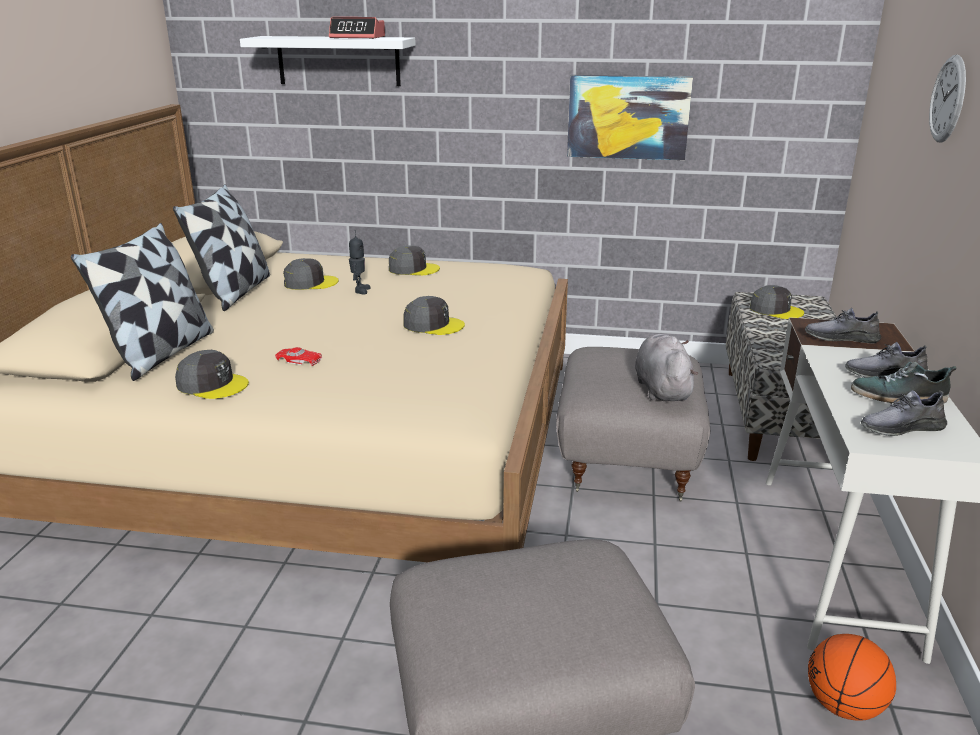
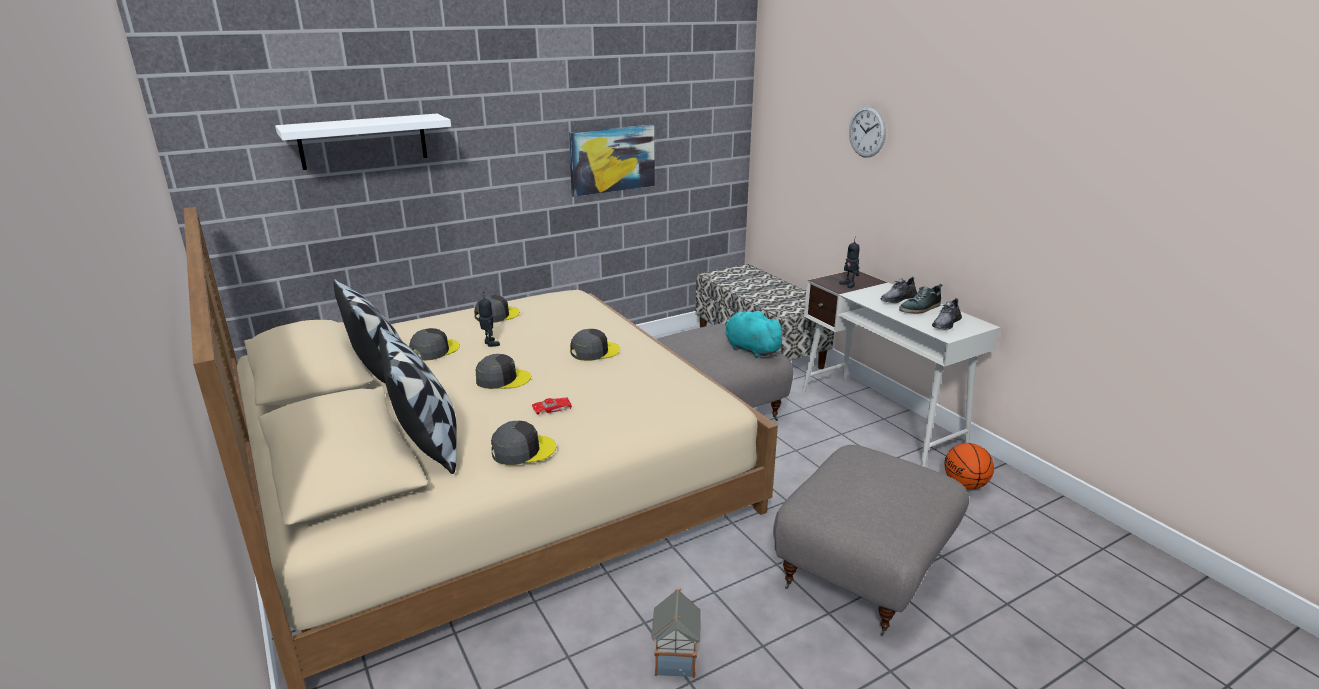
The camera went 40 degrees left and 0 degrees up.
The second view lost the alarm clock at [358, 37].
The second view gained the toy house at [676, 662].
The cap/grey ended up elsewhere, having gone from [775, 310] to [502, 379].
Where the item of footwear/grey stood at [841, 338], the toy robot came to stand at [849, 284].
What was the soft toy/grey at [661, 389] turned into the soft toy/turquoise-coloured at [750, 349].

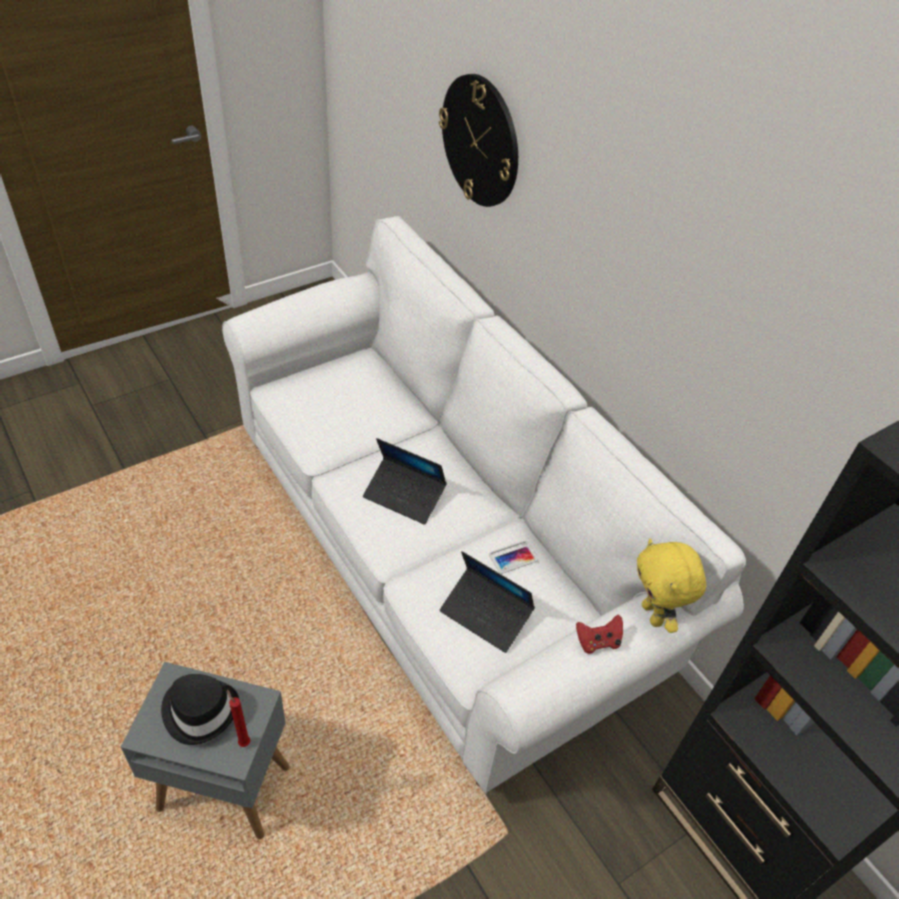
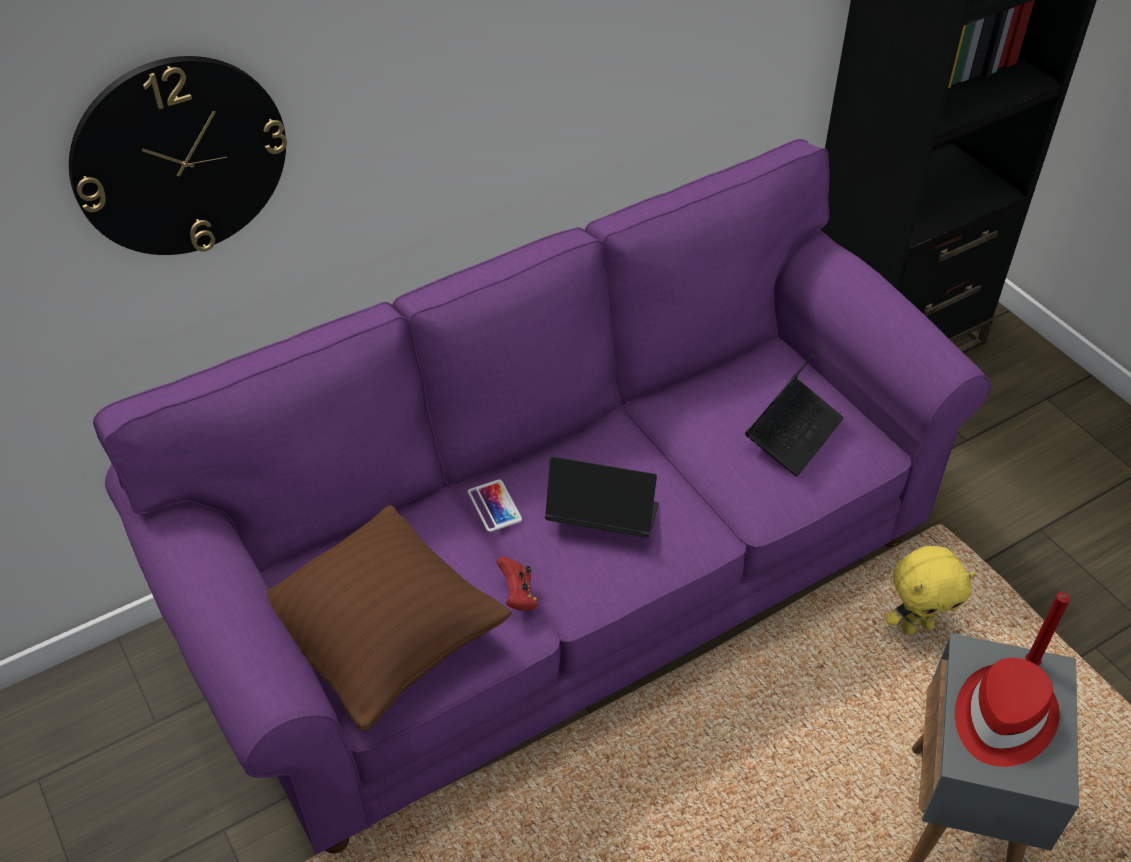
The camera went 85 degrees left and 0 degrees up.
The second view gained the cushion/brown at [383, 641].
The telephone ended up elsewhere, having gone from [513, 557] to [494, 506].
The gamepad/red-coloured ended up elsewhere, having gone from [598, 641] to [518, 595].
The soft toy/yellowish ended up elsewhere, having gone from [653, 615] to [916, 626].
What was the clothing hat/black at [200, 710] turned into the clothing hat/red-coloured at [1002, 718].
What was the settee/white at [440, 554] turned into the settee/purple at [565, 582].
The laptop at [404, 496] ended up facing another way, 105 degrees counterclockwise from before.

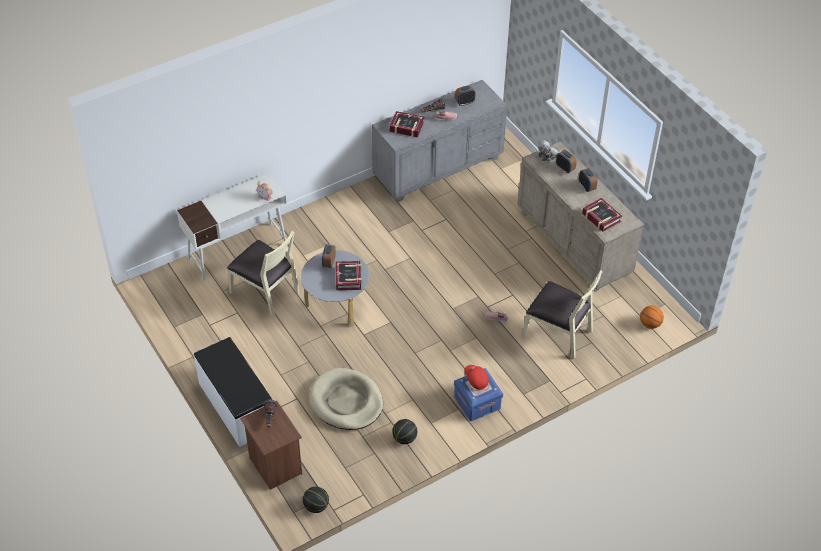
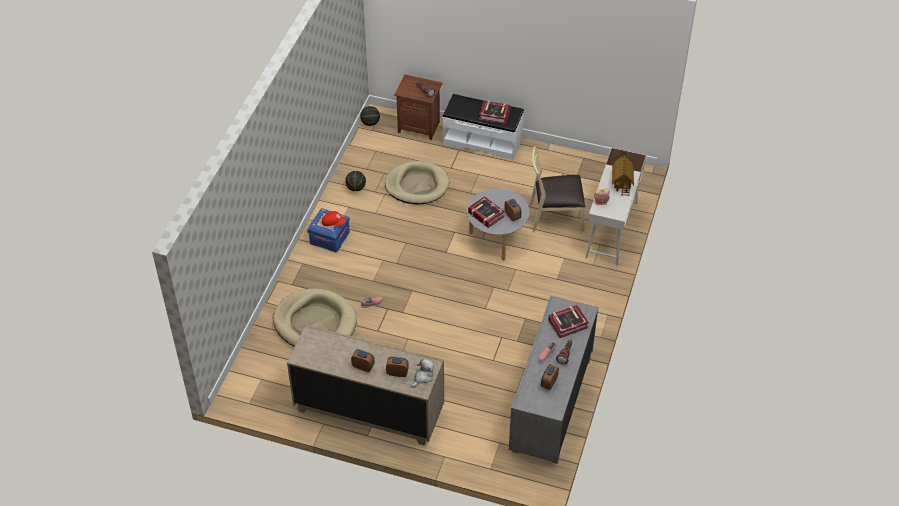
The camera went 140 degrees right and 0 degrees up.
The second view lost the basketball at [650, 324].
The second view gained the toy house at [622, 183].
The book ended up elsewhere, having gone from [601, 218] to [494, 115].
Where the plain chair/beige-coloured stood at [558, 333], the dog bed/beige-coloured came to stand at [315, 323].

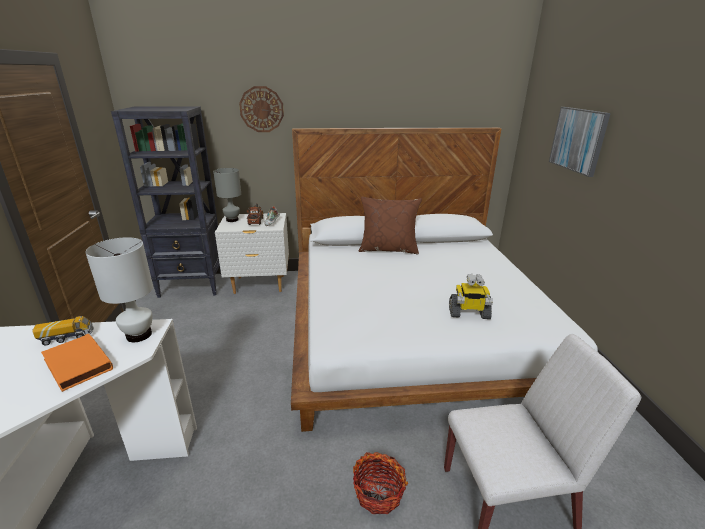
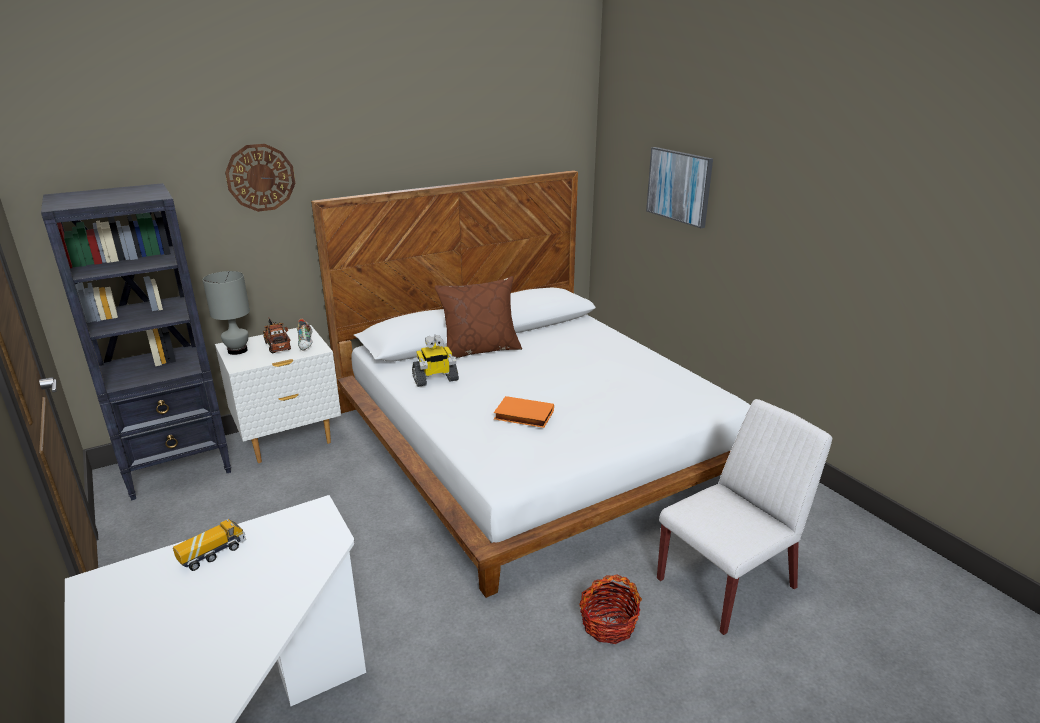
The camera went 25 degrees left and 0 degrees up.
The second view lost the table lamp/white at [139, 335].
The book/orange ended up elsewhere, having gone from [76, 365] to [523, 416].
The toy robot ended up elsewhere, having gone from [468, 313] to [435, 379].

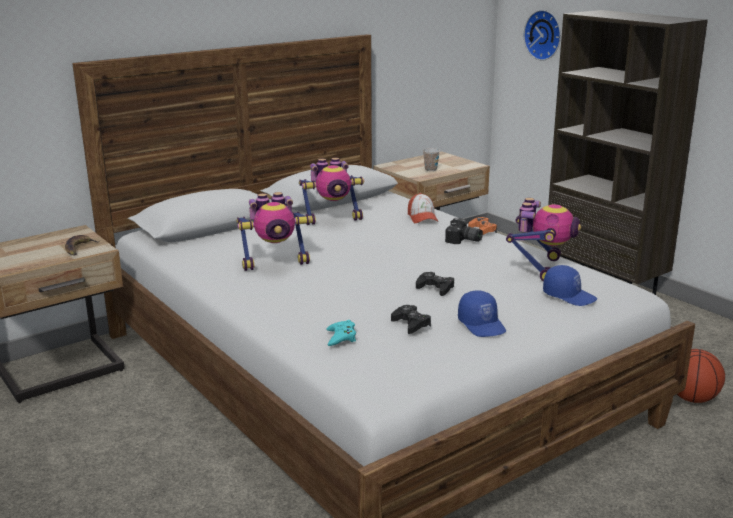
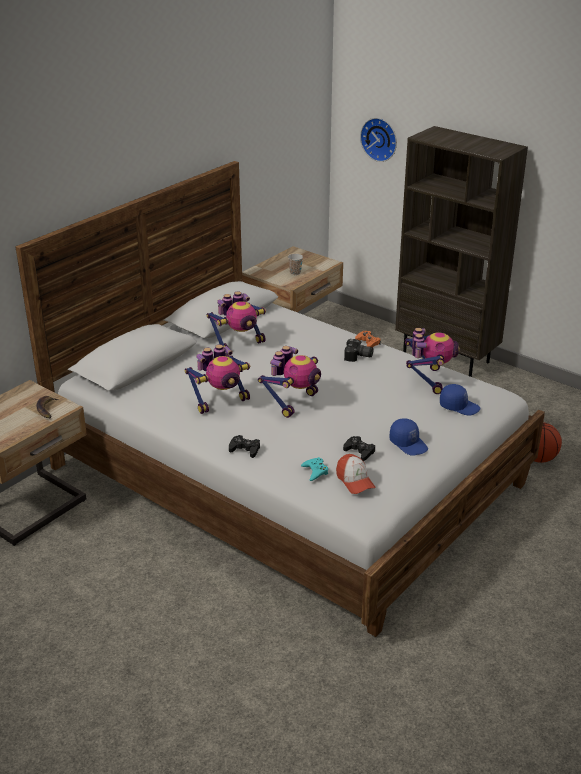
The camera went 15 degrees left and 10 degrees up.
The second view gained the toy robot at [293, 402].
The cap ended up elsewhere, having gone from [422, 218] to [355, 481].
The gamepad/black ended up elsewhere, having gone from [435, 288] to [245, 449].

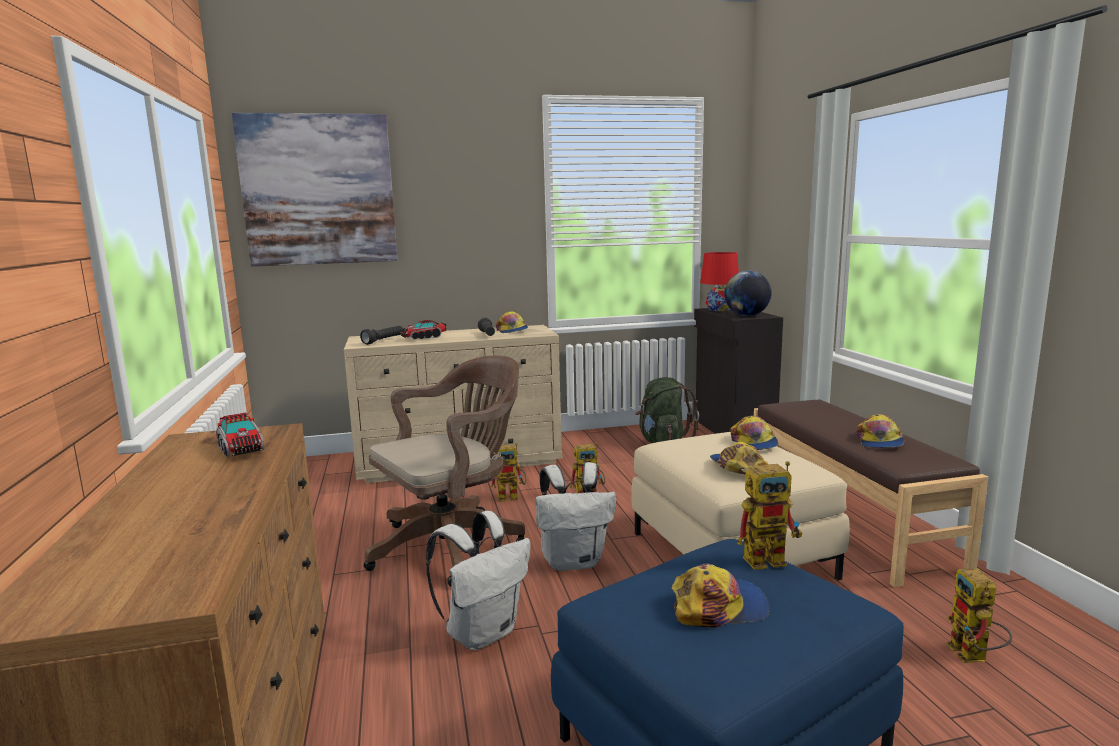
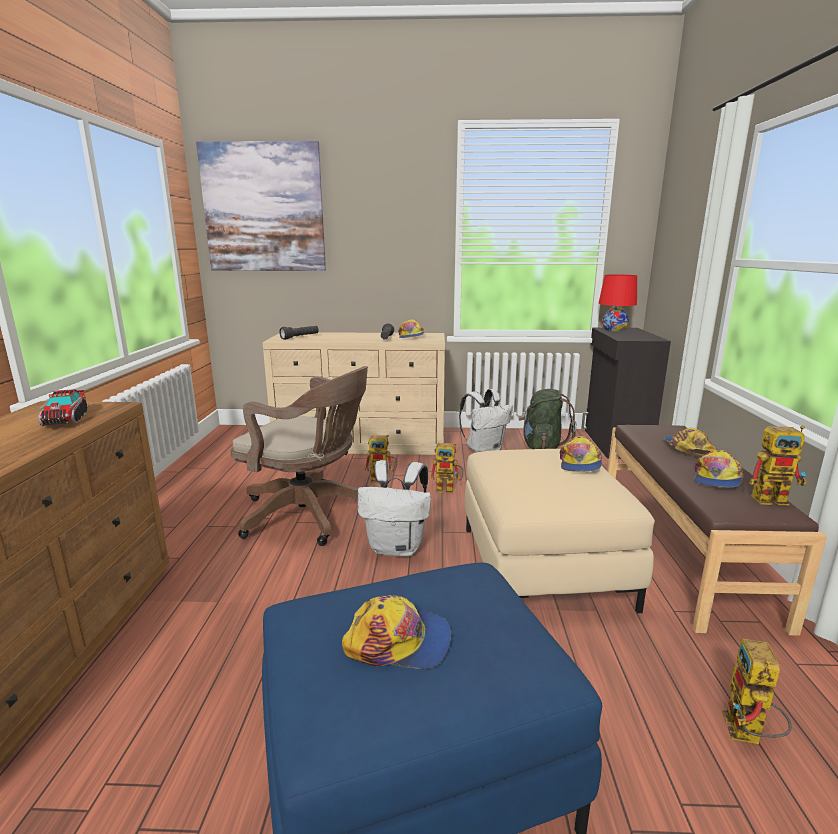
The camera went 15 degrees right and 5 degrees up.
The second view lost the toy truck at [423, 338].
The second view lost the world globe at [746, 315].
The rucksack/white ended up elsewhere, having gone from [483, 632] to [484, 450].
The cap ended up elsewhere, having gone from [737, 468] to [687, 449].
The toy robot ended up elsewhere, having gone from [771, 558] to [775, 499].
The desk chair/brown at [453, 545] ended up facing another way, 45 degrees clockwise from before.

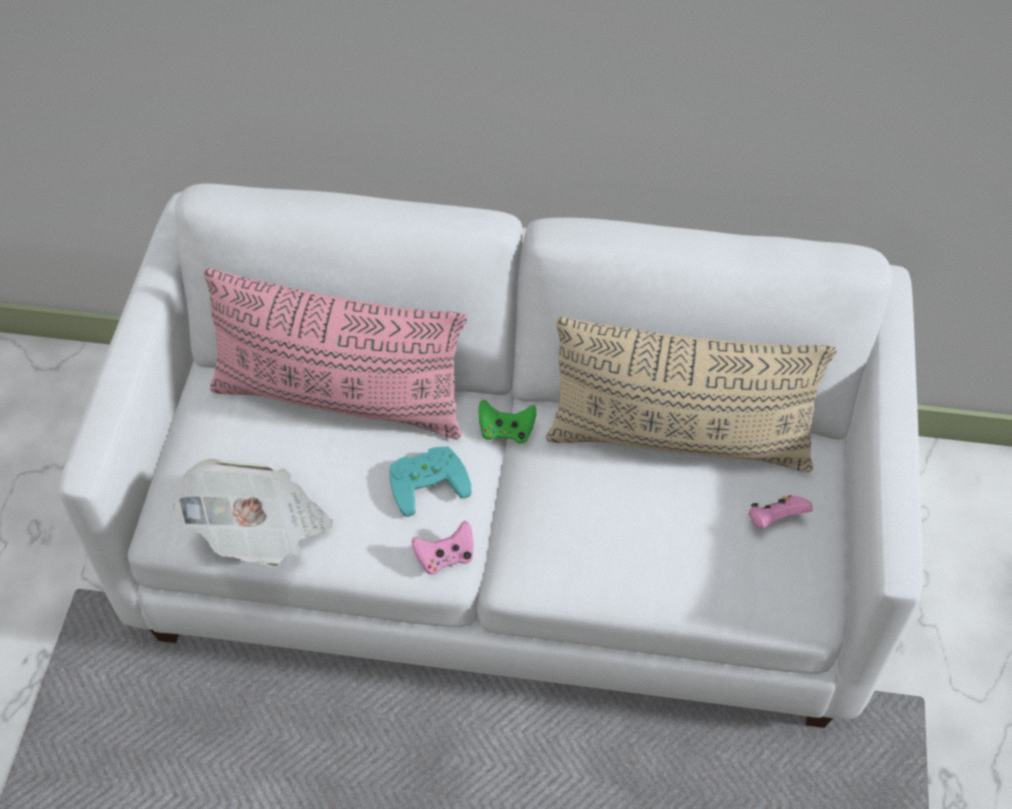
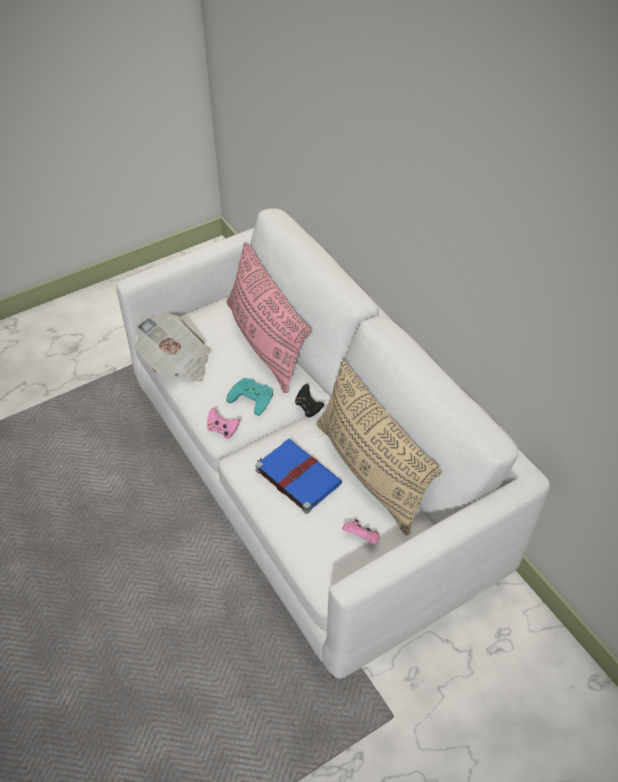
The camera went 50 degrees right and 5 degrees down.
The second view gained the book/blue at [296, 476].
What was the gamepad/green at [506, 431] turned into the gamepad/black at [308, 408].

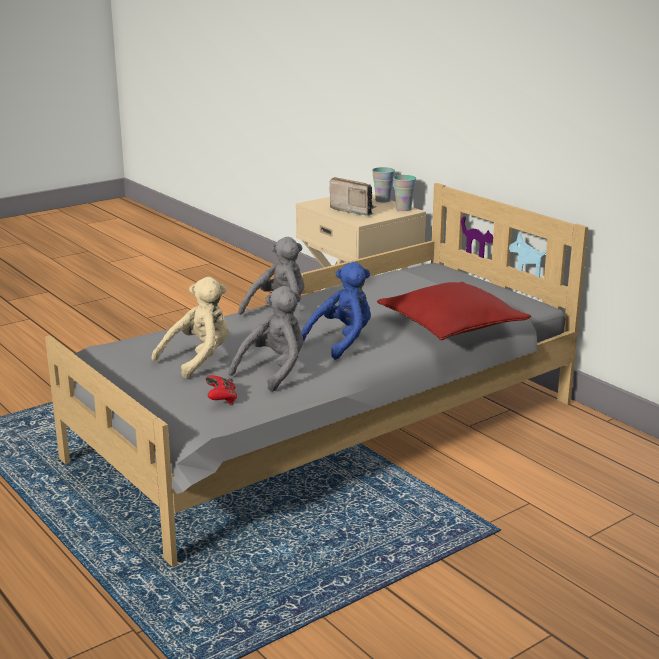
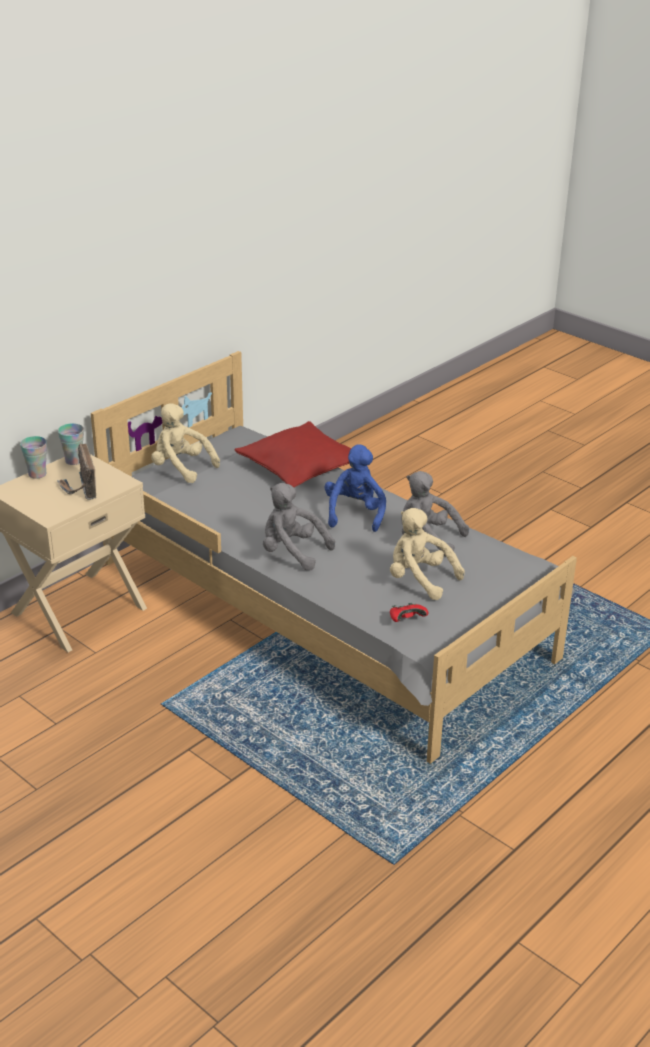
The camera went 100 degrees left and 10 degrees up.
The second view gained the soft toy/beige-coloured at [181, 468].
The gamepad/red-coloured ended up elsewhere, having gone from [221, 399] to [406, 620].
The soft toy/blue at [342, 342] ended up facing another way, 60 degrees clockwise from before.
The radio at [353, 210] ended up facing another way, 45 degrees counterclockwise from before.

